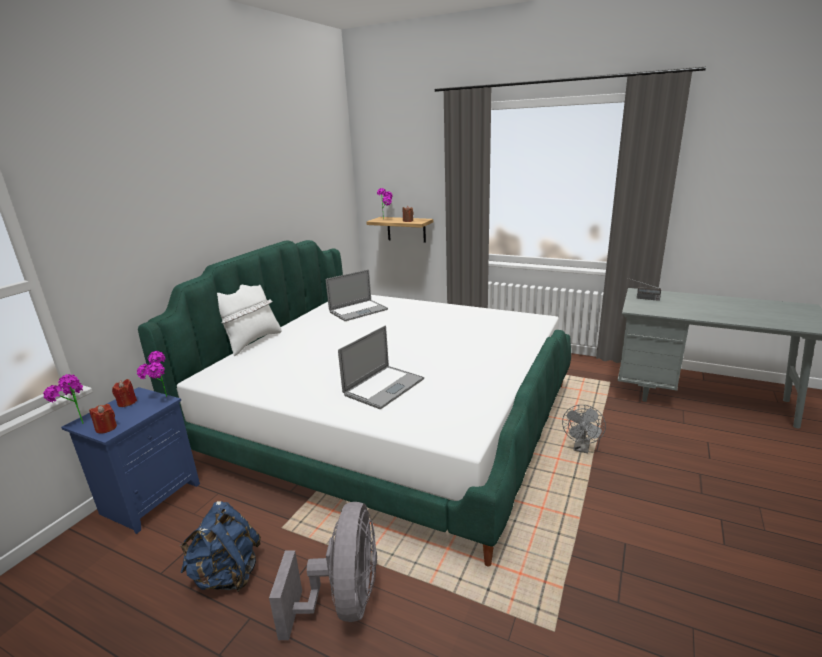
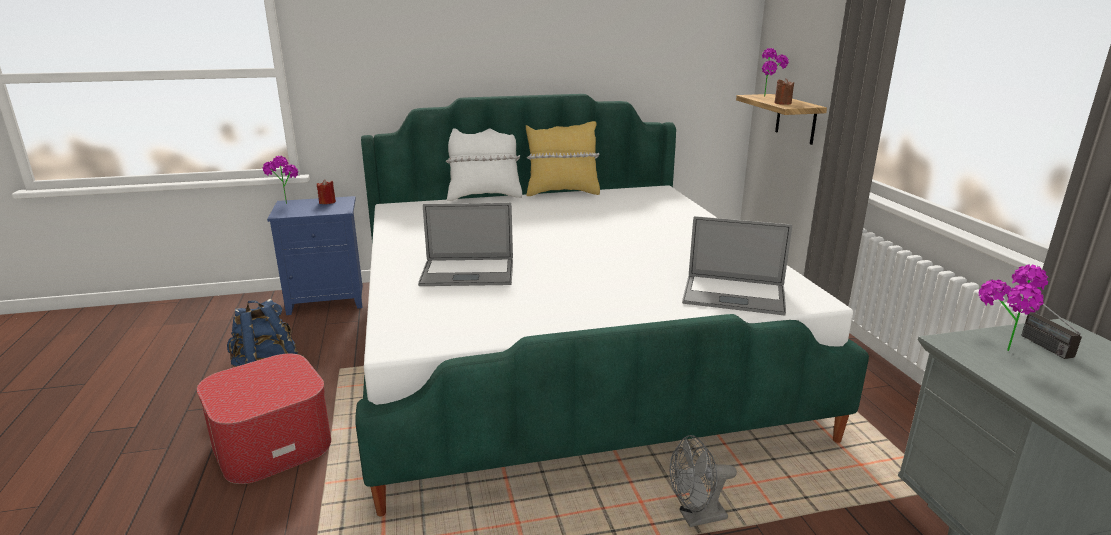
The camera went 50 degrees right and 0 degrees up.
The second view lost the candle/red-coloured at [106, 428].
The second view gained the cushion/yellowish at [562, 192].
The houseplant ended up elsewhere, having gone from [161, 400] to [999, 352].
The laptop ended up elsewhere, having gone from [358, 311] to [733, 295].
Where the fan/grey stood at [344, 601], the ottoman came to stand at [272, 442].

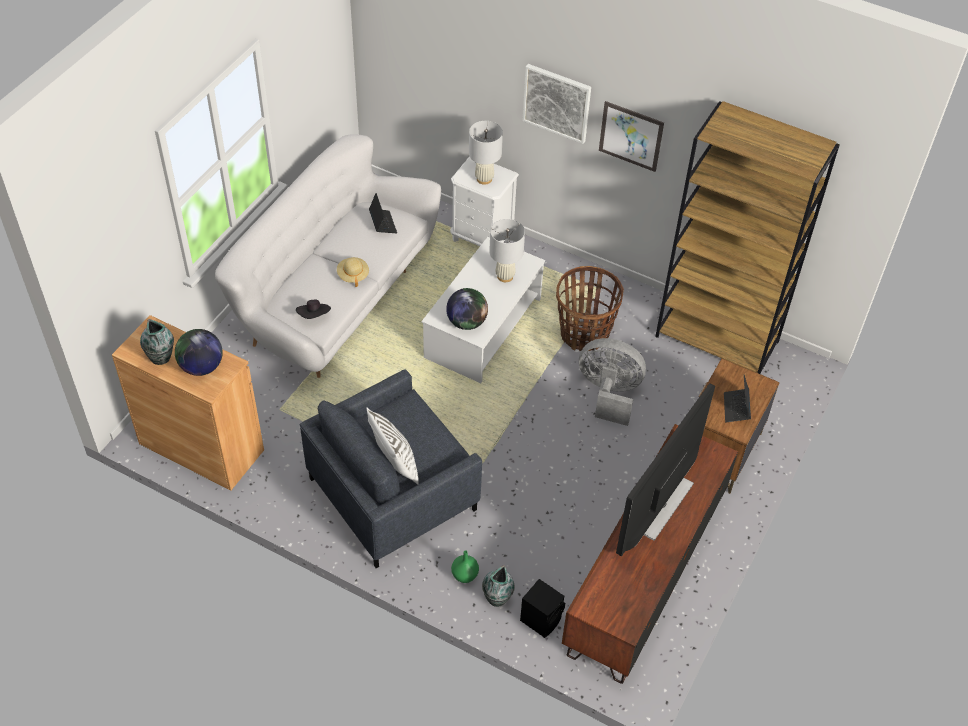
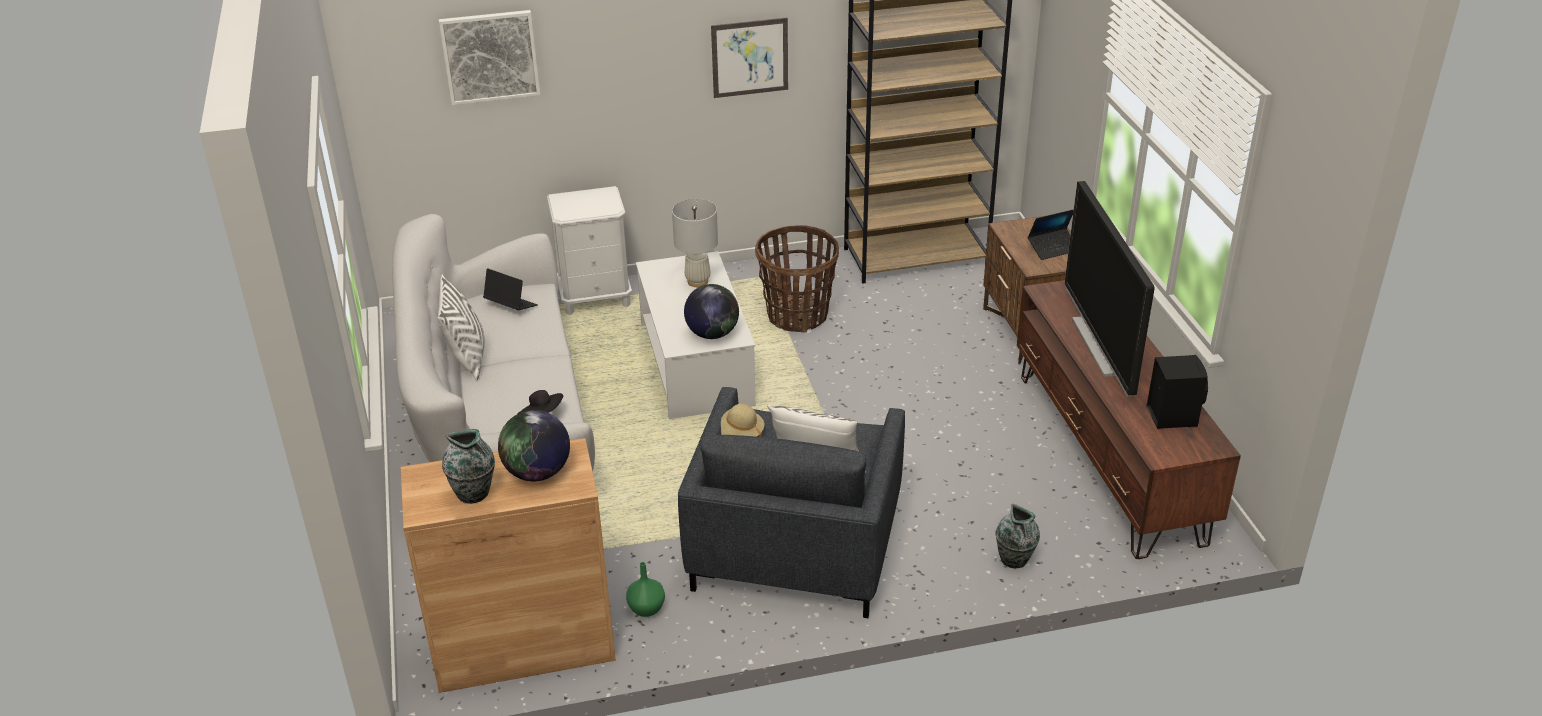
The camera went 40 degrees left and 15 degrees down.
The second view lost the table lamp/white at [484, 179].
The second view lost the fan/grey at [609, 393].
The second view gained the cushion/white at [467, 358].
The clothing hat/beige-coloured ended up elsewhere, having gone from [353, 275] to [739, 434].
The flower vase/green ended up elsewhere, having gone from [465, 575] to [646, 608].
The loudspeaker/black ended up elsewhere, having gone from [542, 619] to [1172, 415].
The wall picture ended up elsewhere, having gone from [557, 102] to [490, 56].
The laptop at [736, 408] ended up facing another way, 75 degrees counterclockwise from before.

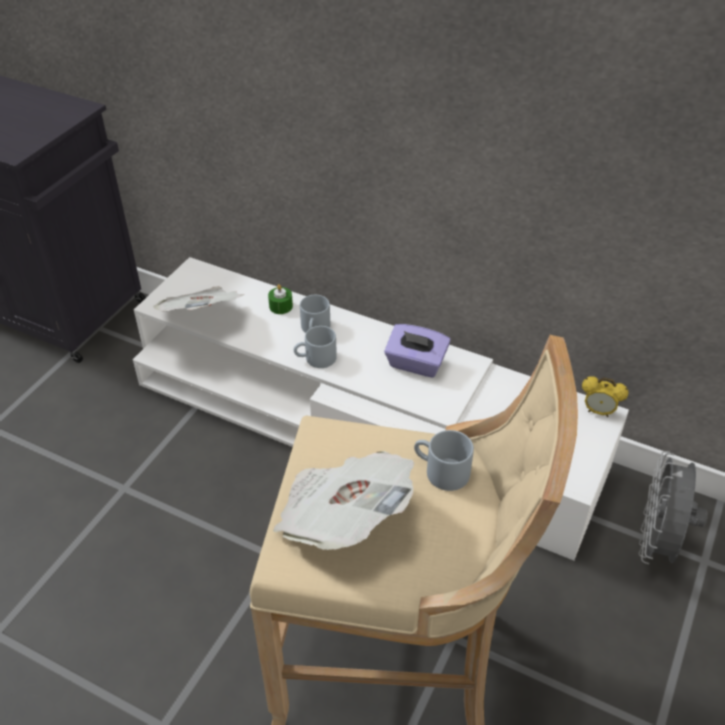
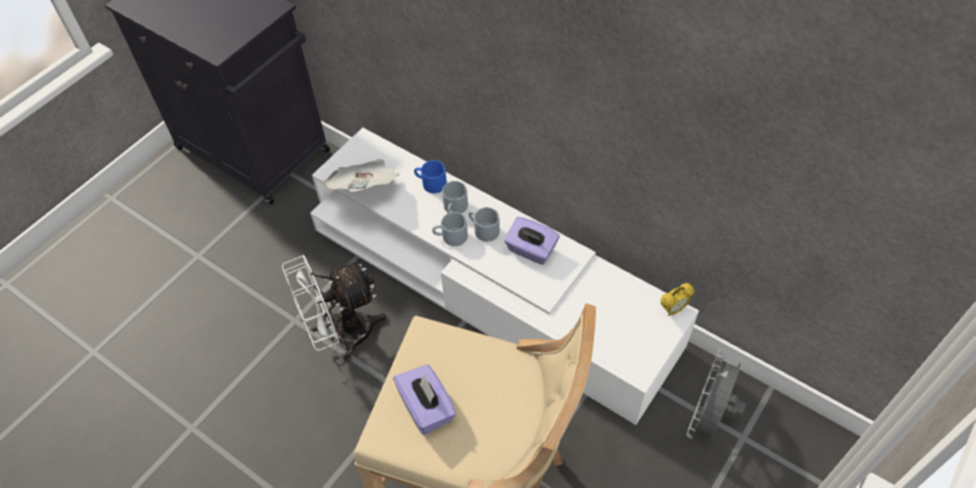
The camera went 10 degrees right and 10 degrees up.
The second view gained the fan/white at [342, 335].
The coffee mug/grey ended up elsewhere, having gone from [440, 471] to [483, 230].
Where the candle/green stood at [281, 306], the coffee mug/blue came to stand at [430, 183].
Where the newspaper stood at [342, 518], the tissue box/purple came to stand at [427, 408].
The alarm clock at [598, 412] ended up facing another way, 60 degrees counterclockwise from before.

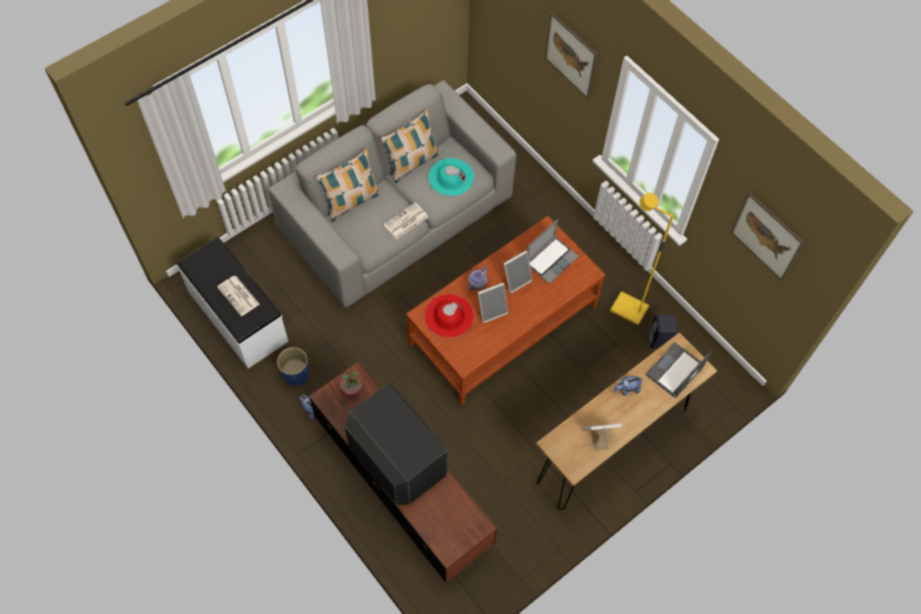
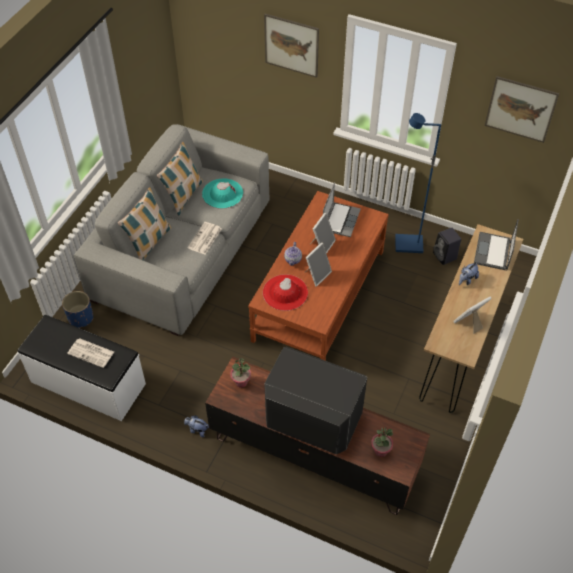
The camera went 25 degrees left and 10 degrees down.
The second view gained the houseplant at [380, 451].
The planter/blue ended up elsewhere, having gone from [296, 373] to [81, 318].
What was the standard lamp/yellowish at [628, 309] turned into the standard lamp/blue at [408, 245].

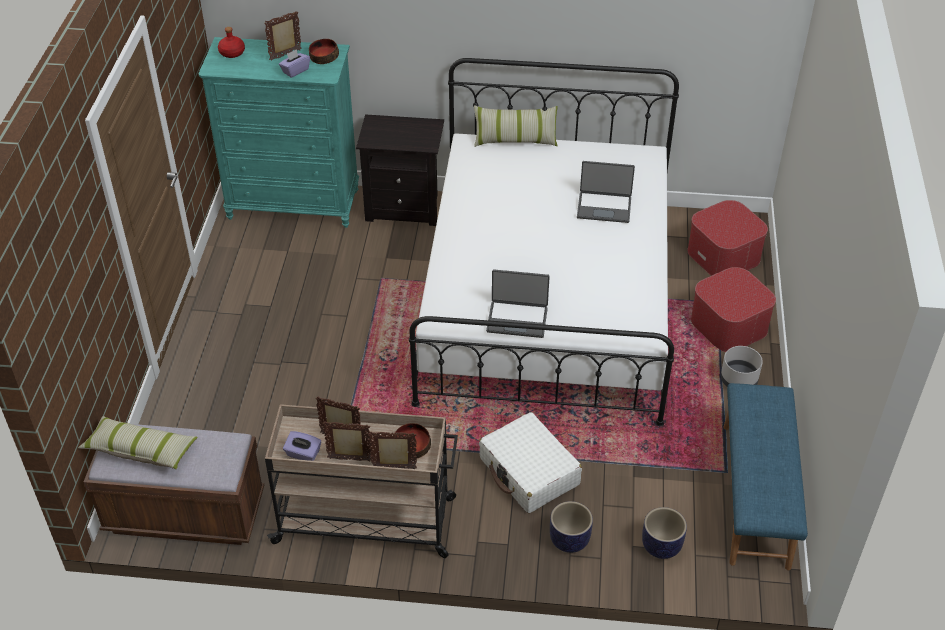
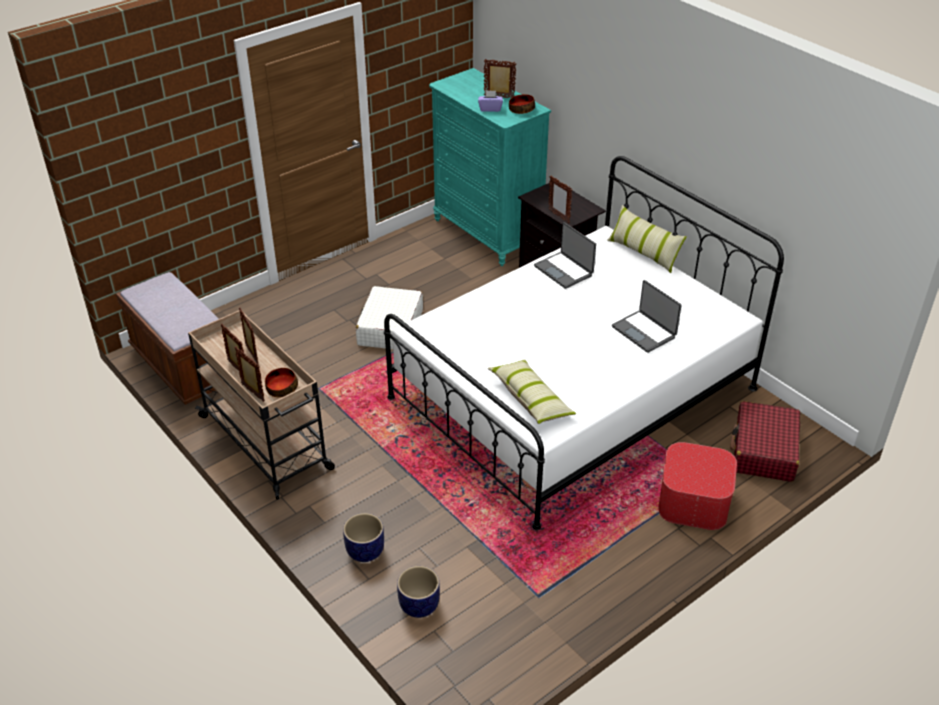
The camera went 45 degrees right and 5 degrees down.
The second view lost the bottle/red-coloured at [232, 53].
The second view lost the tissue box/purple at [303, 454].
The second view lost the planter/grey at [739, 380].
The second view lost the bench/blue at [756, 494].
The second view gained the picture frame at [558, 216].
The cushion ended up elsewhere, having gone from [141, 450] to [530, 399].
The piece of luggage/white ended up elsewhere, having gone from [529, 472] to [390, 328].
The laptop ended up elsewhere, having gone from [517, 319] to [564, 270].
Where the ottoman stood at [724, 254], the piece of luggage/red-coloured came to stand at [764, 451].

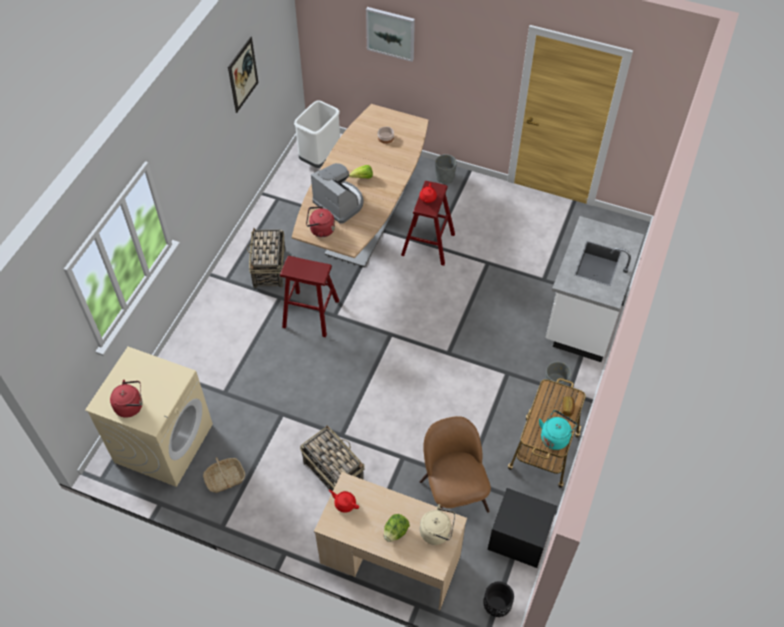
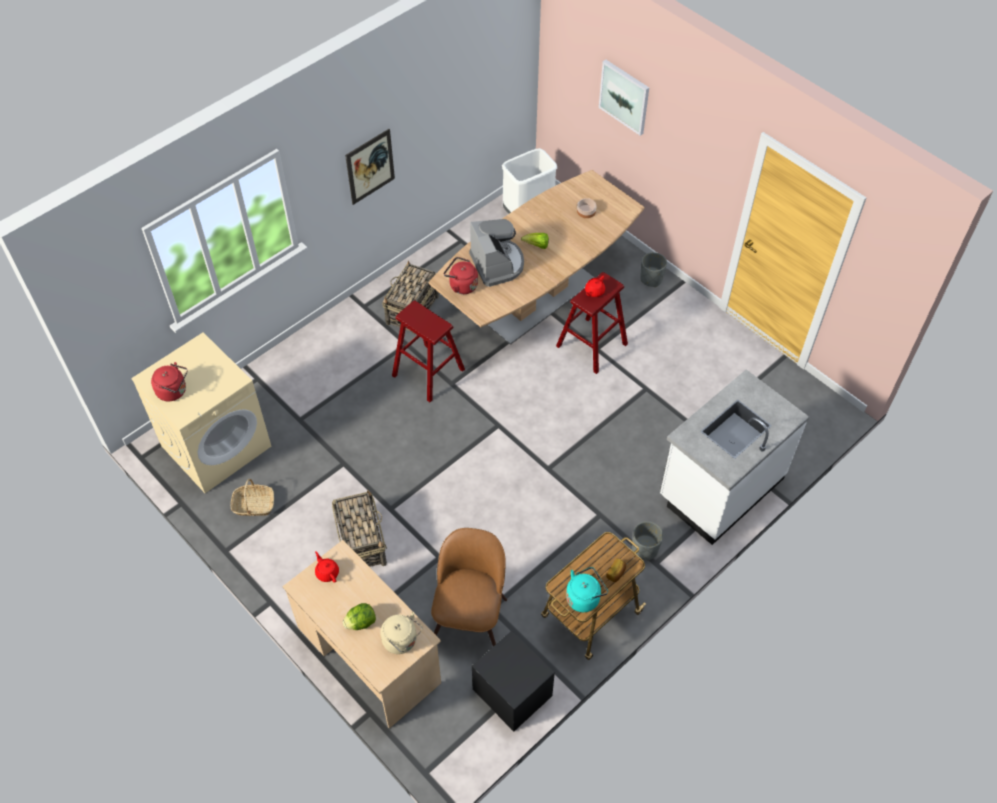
The camera went 25 degrees right and 0 degrees up.
The second view lost the planter/black at [496, 605].
The wall picture ended up elsewhere, having gone from [243, 74] to [370, 166].

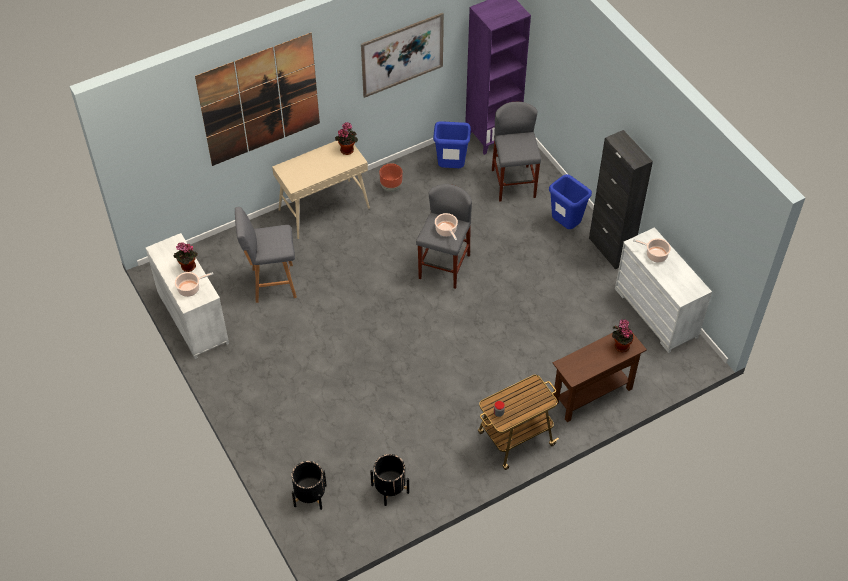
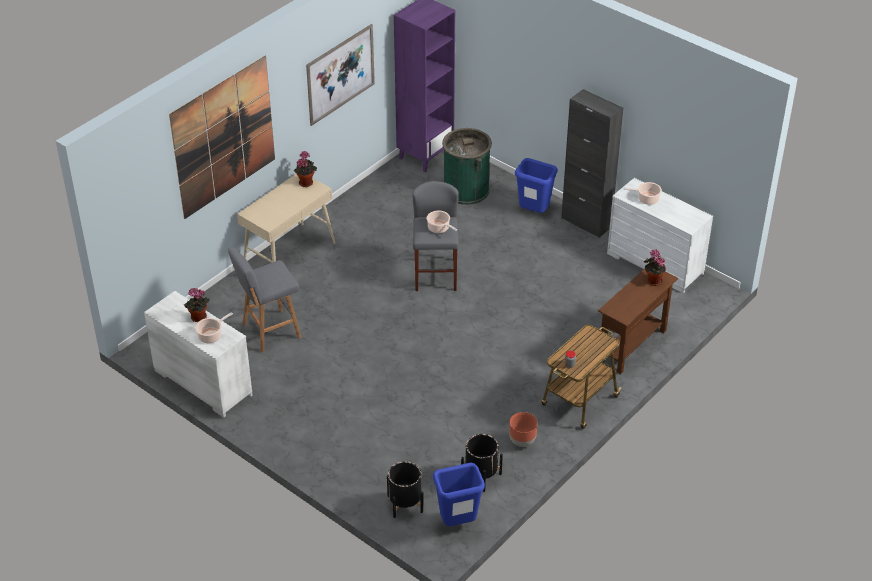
The camera went 20 degrees left and 10 degrees down.
The planter/brown ended up elsewhere, having gone from [391, 187] to [522, 441].
The rubbish bin/blue ended up elsewhere, having gone from [450, 168] to [457, 523].
Where the stool seat/grey stood at [513, 183], the rubbish bin/green came to stand at [466, 189].

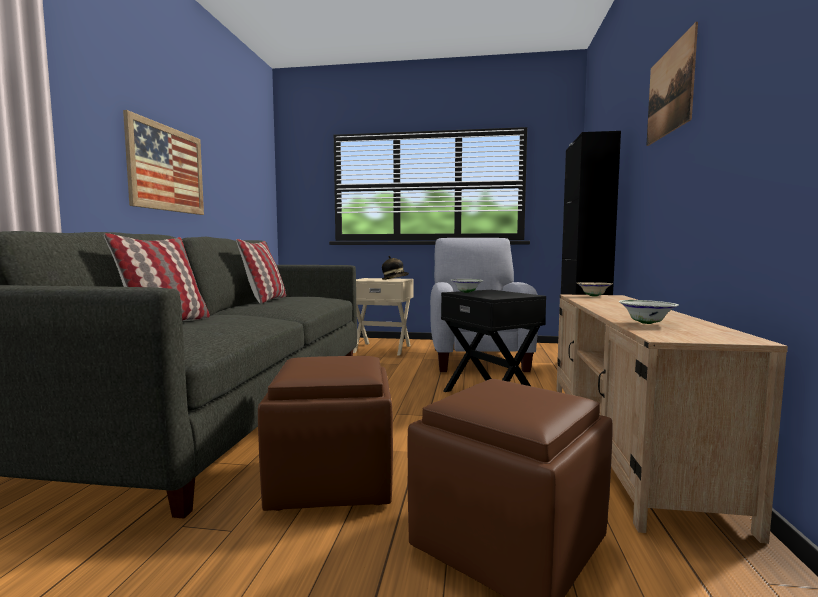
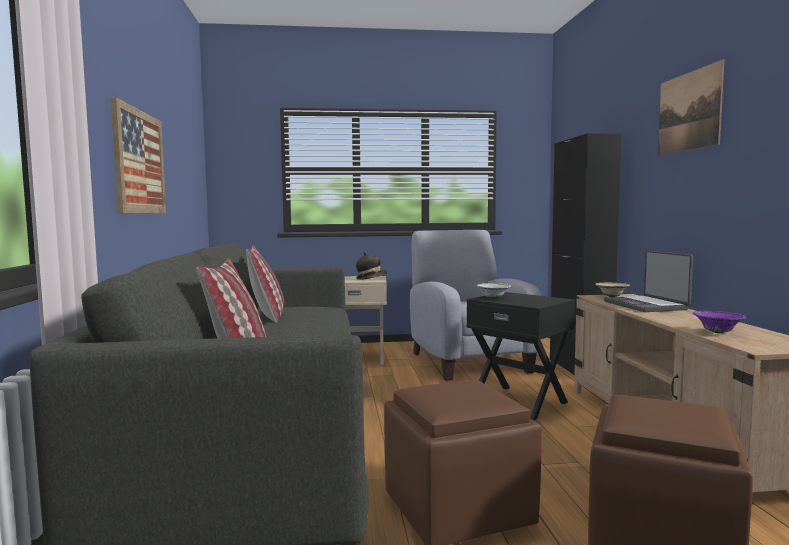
The camera went 15 degrees left and 0 degrees up.
The second view gained the laptop at [646, 305].
What was the deep dish/white at [646, 323] turned into the deep dish/purple at [717, 332].

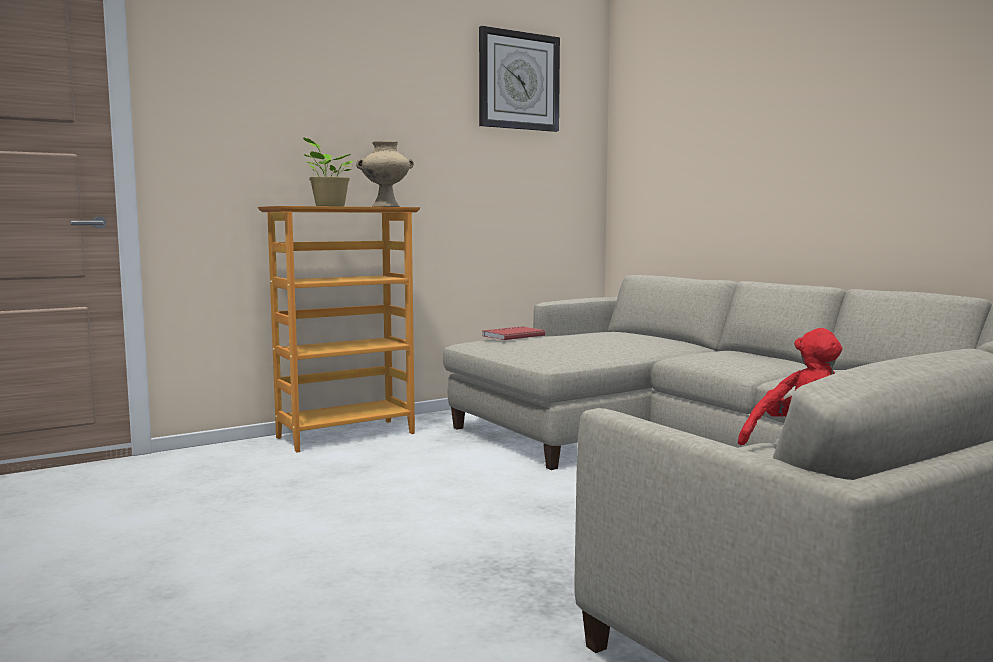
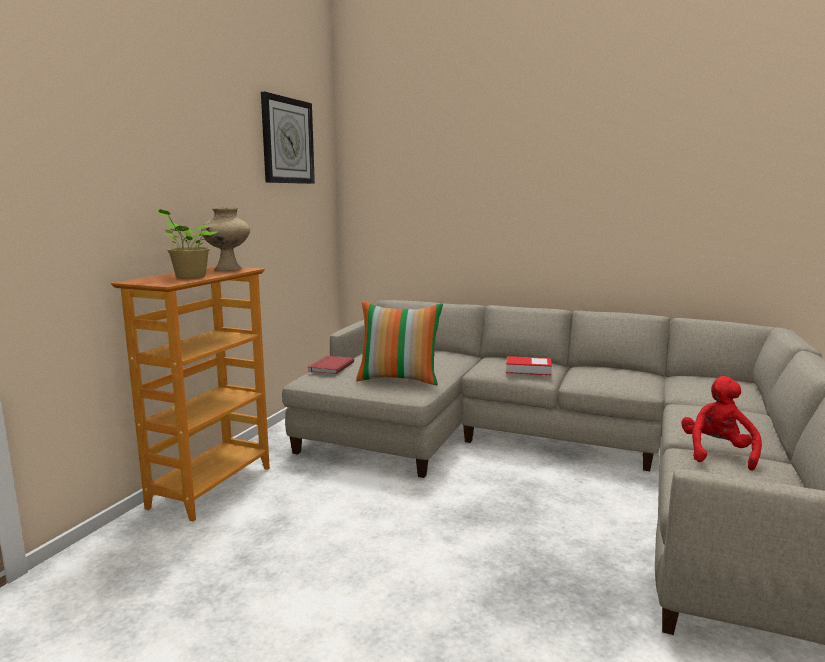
The camera went 35 degrees left and 5 degrees up.
The second view gained the cushion at [399, 379].
The second view gained the book at [528, 370].

